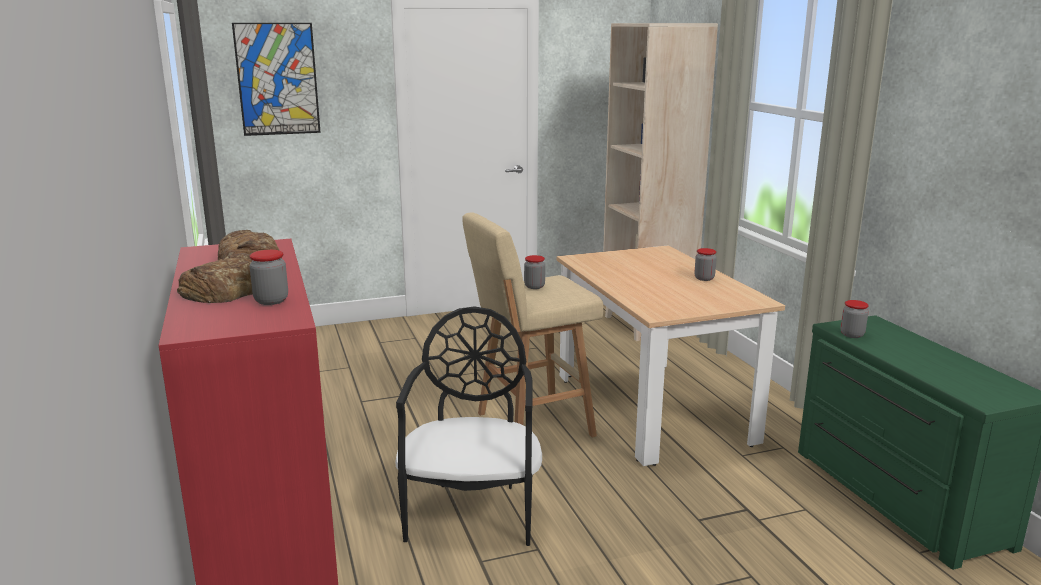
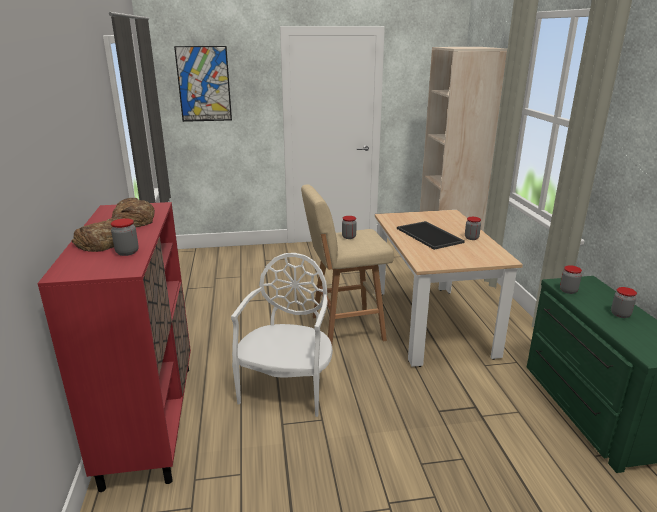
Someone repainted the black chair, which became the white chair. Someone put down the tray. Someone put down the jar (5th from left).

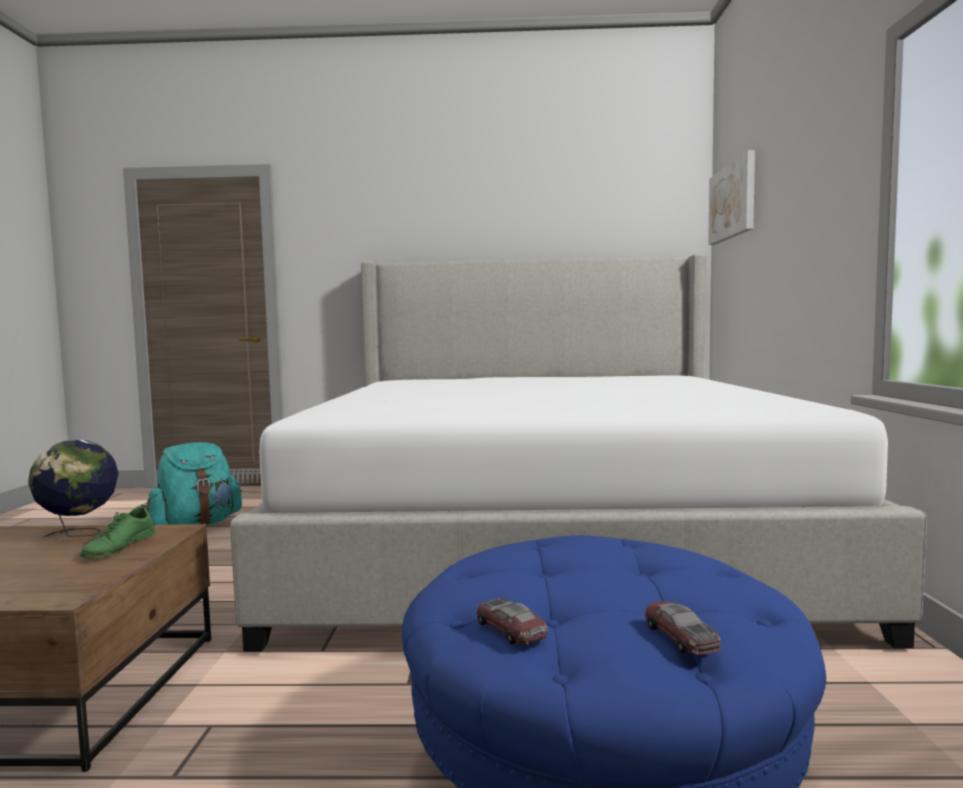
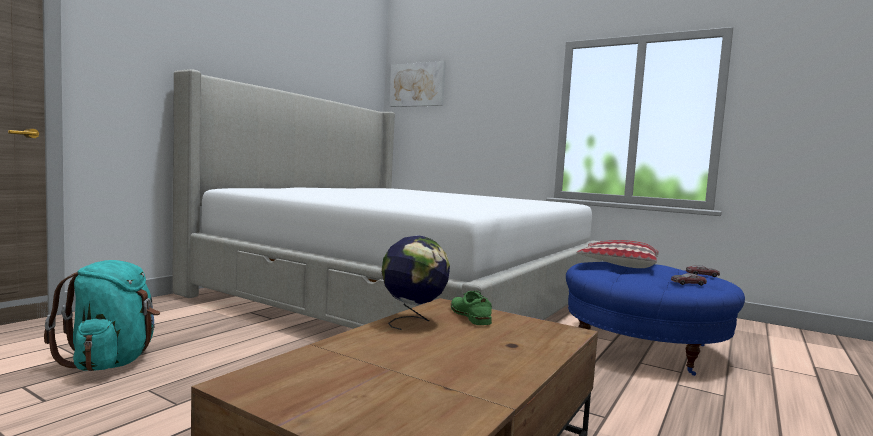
Someone rotated the green shoe by 150 degrees counterclockwise. Someone put down the pillow.

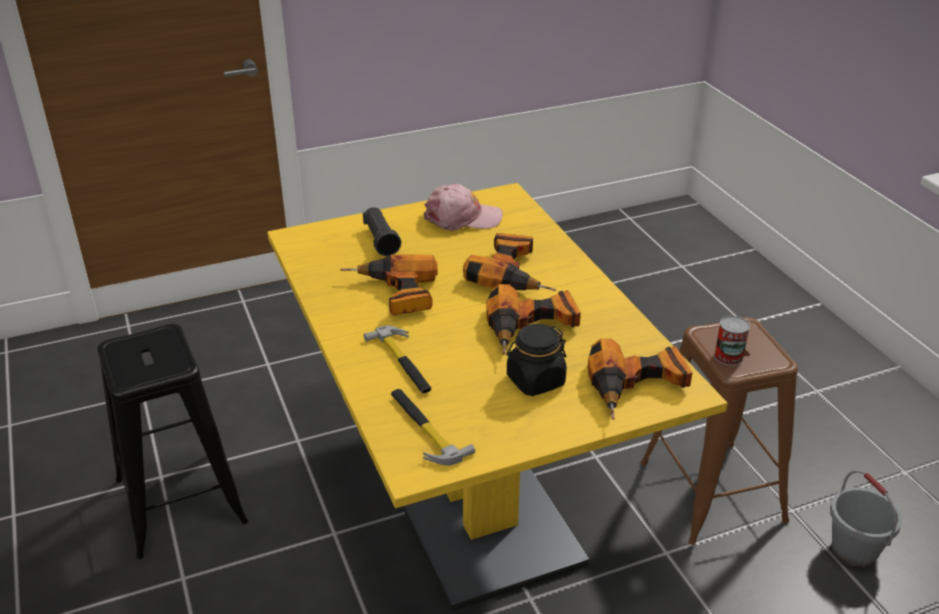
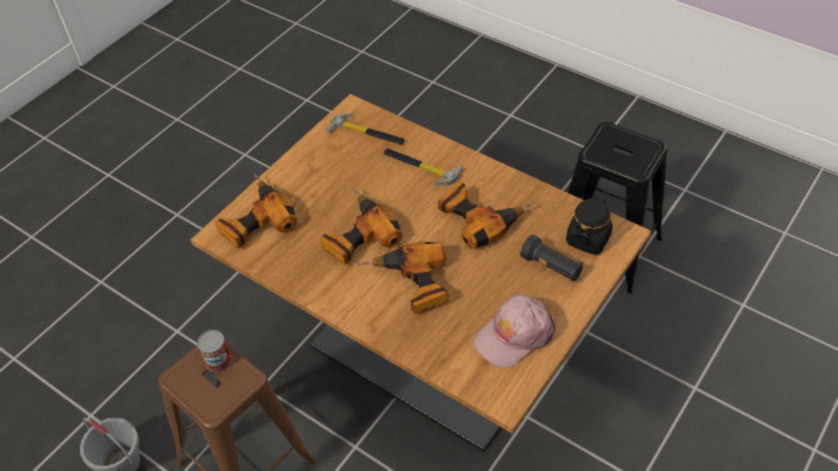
Someone repainted the yellow dining table, which became the brown dining table. Someone carried the black jar.

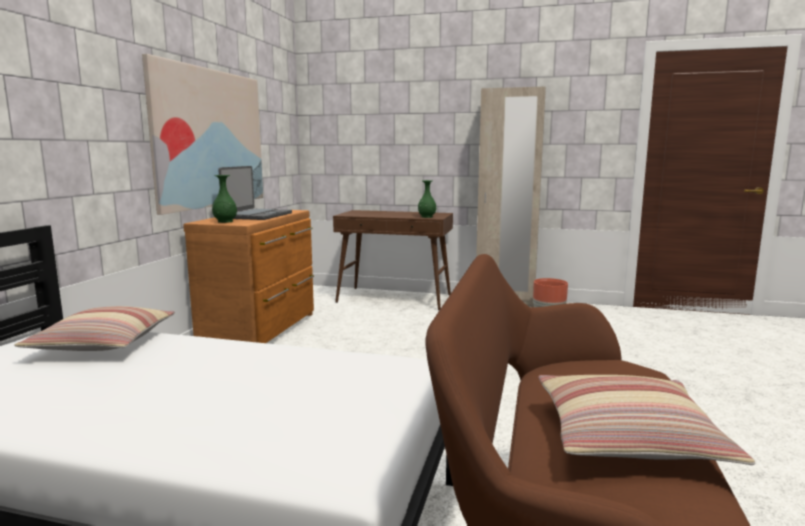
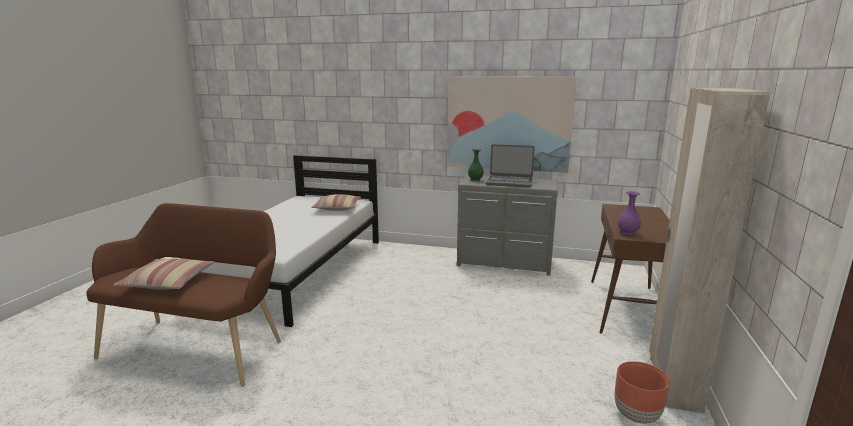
Someone repainted the brown dresser, which became the grey dresser. Someone repainted the green vase (2nd from left), which became the purple vase.

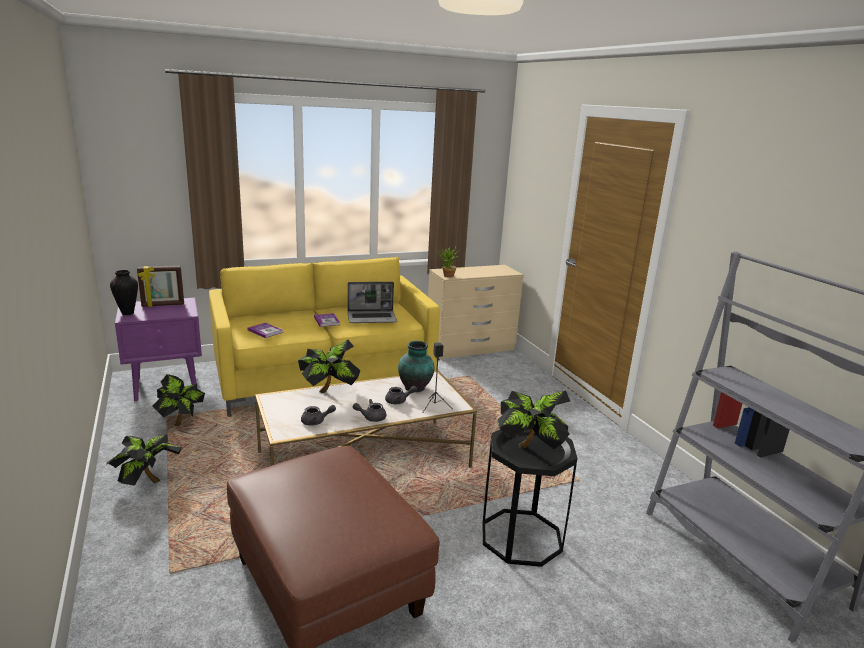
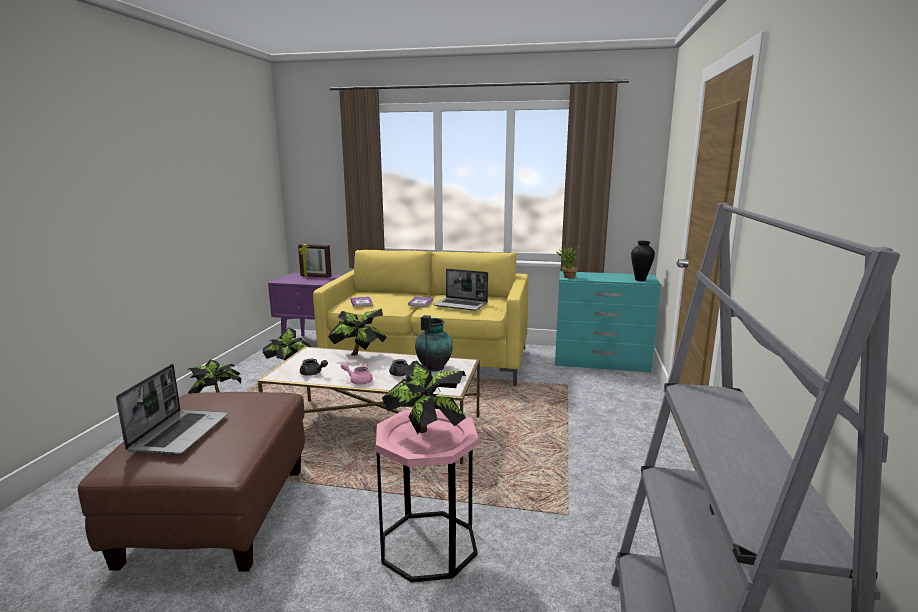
Someone carried the vase (1st from left in the first image). Someone repainted the grey teapot (2nd from left), which became the pink teapot. Someone repainted the beige dresser, which became the turquoise dresser. Someone repainted the black side table, which became the pink side table. Someone put down the laptop (1st from left).

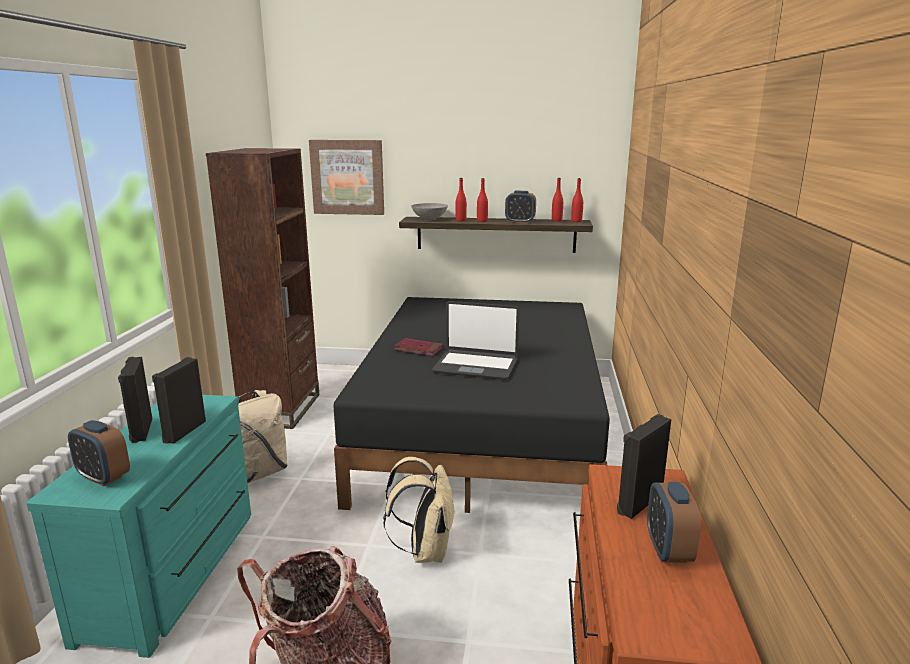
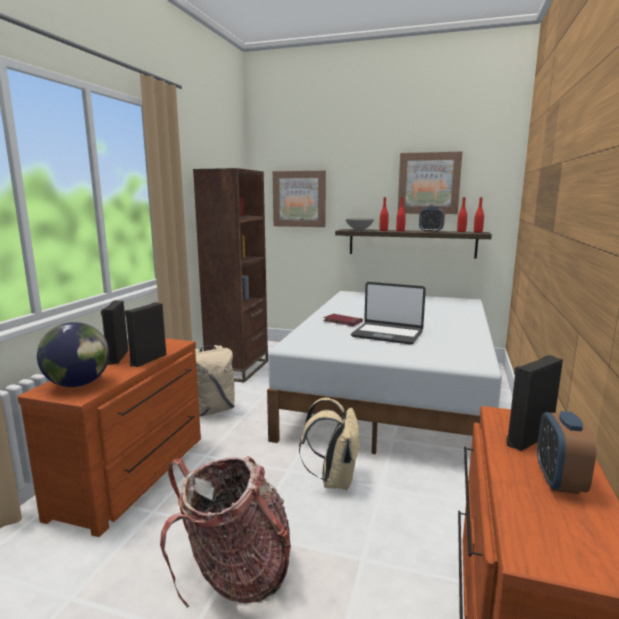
Someone repainted the turquoise dresser, which became the brown dresser (1st from left). Someone swapped the alarm clock (1st from left) for the globe. Someone repainted the black bed, which became the white bed. Someone put up the picture (2nd from left).

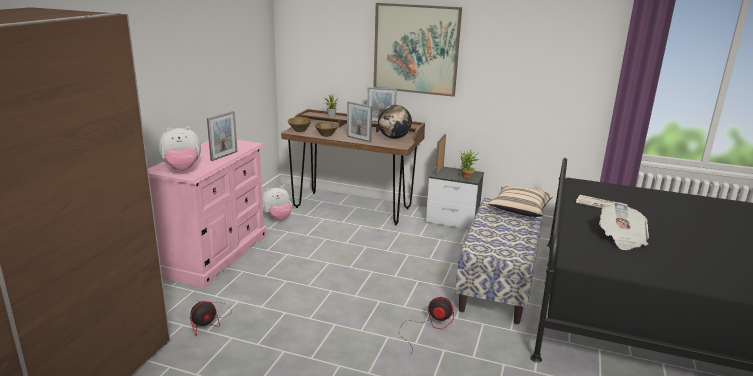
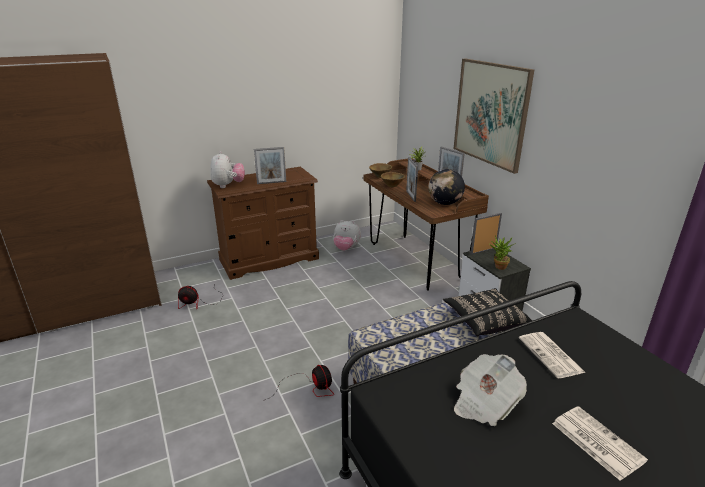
Someone repainted the pink dresser, which became the brown dresser. Someone rotated the plush toy (1st from left) by 120 degrees counterclockwise. Someone repainted the beige pillow, which became the black pillow. Someone put down the newspaper (3rd from left).

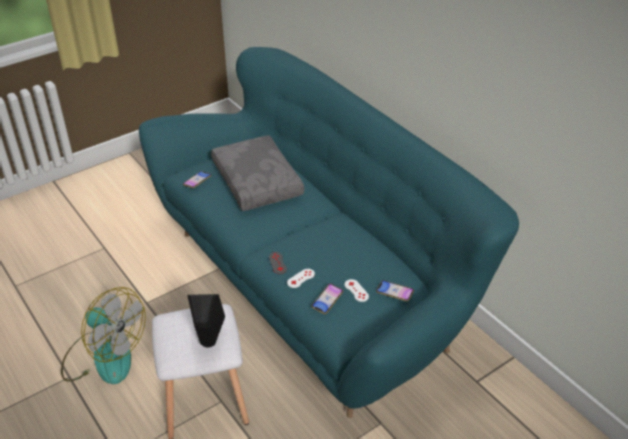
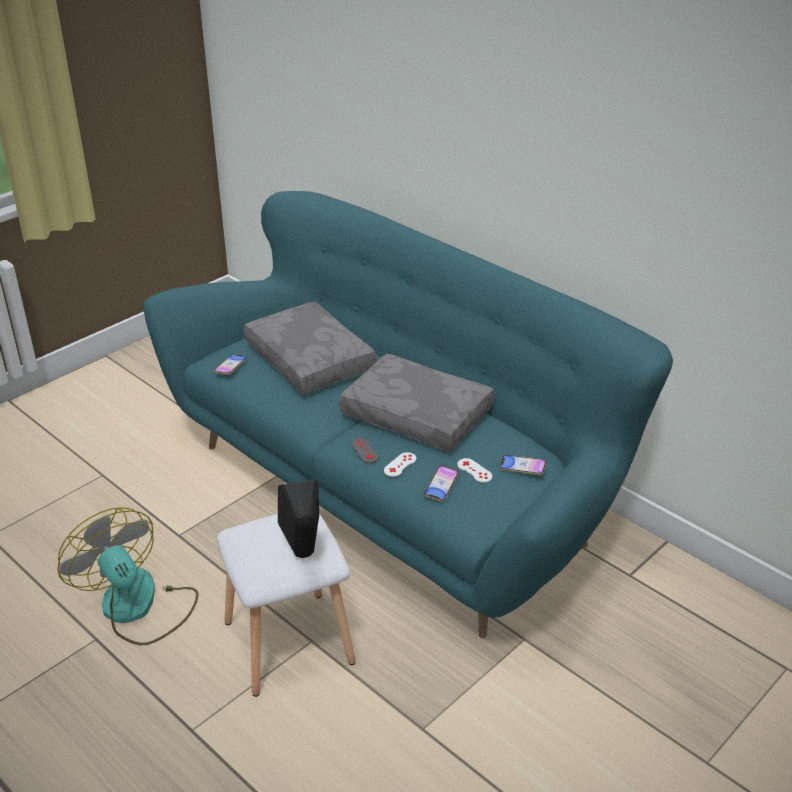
Someone rotated the fan by 150 degrees counterclockwise. Someone put down the grey pillow (2nd from left).

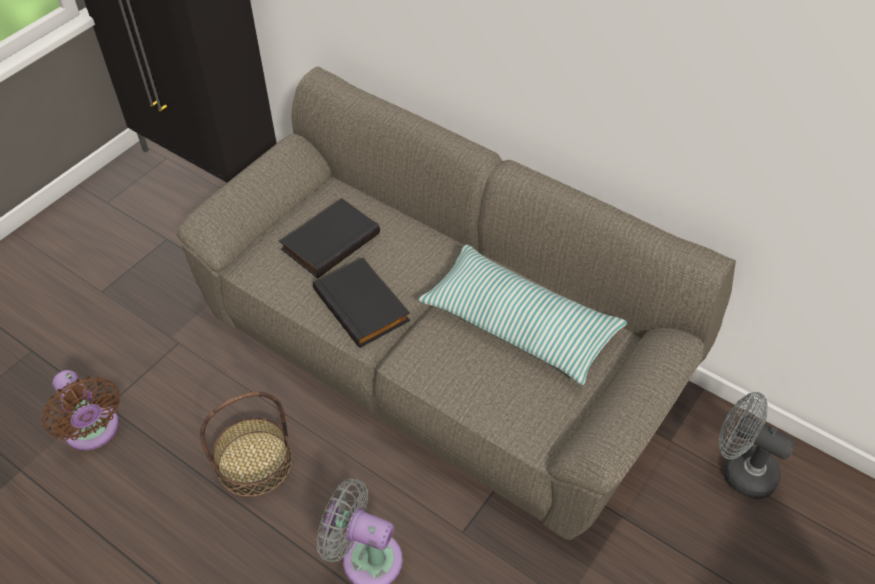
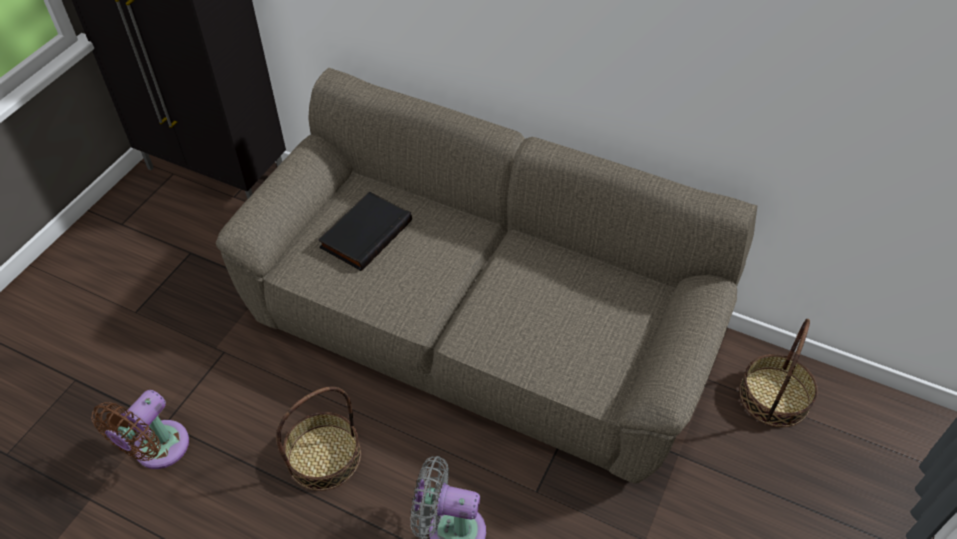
Someone rotated the brown fan by 75 degrees clockwise. Someone took away the black book (2nd from left). Someone took away the pillow. Someone swapped the grey fan (2nd from left) for the basket (2nd from left).

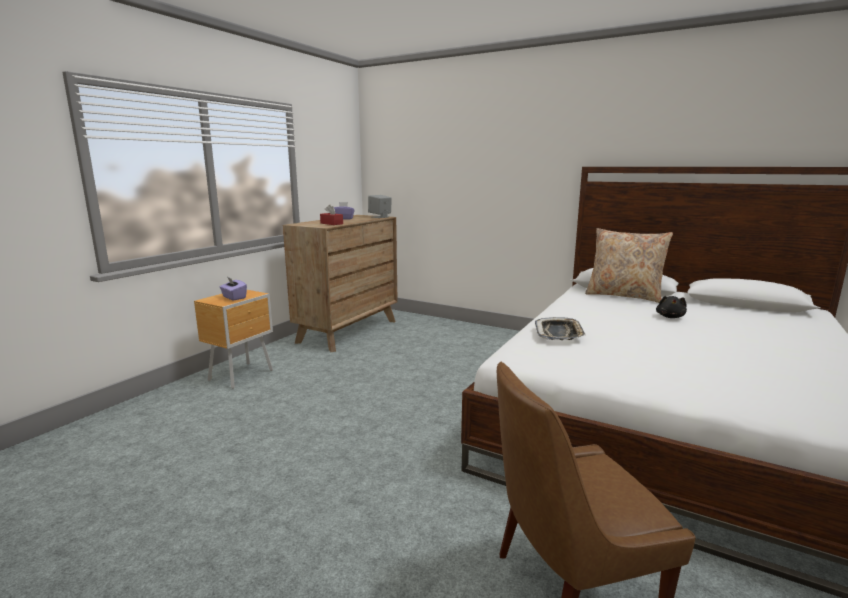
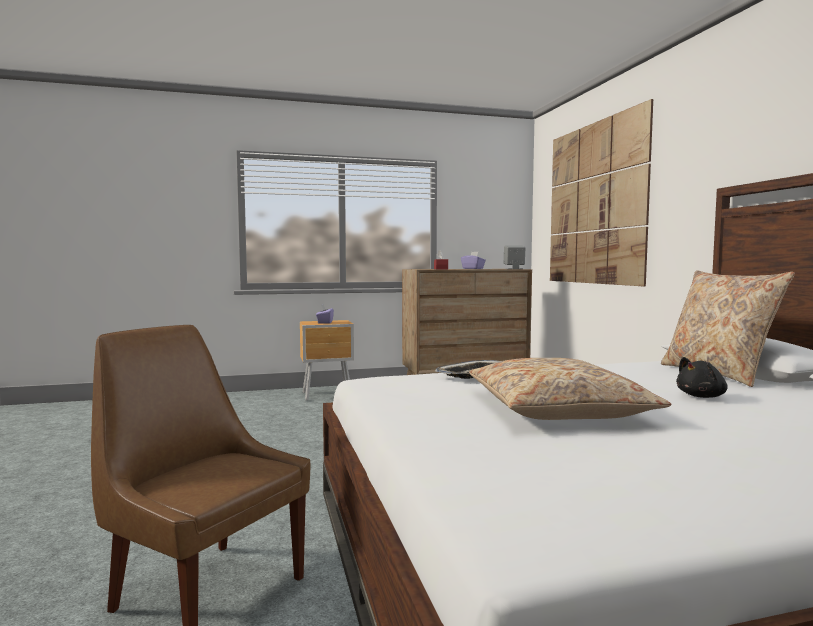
Someone put down the beige pillow (1st from left). Someone put up the picture.

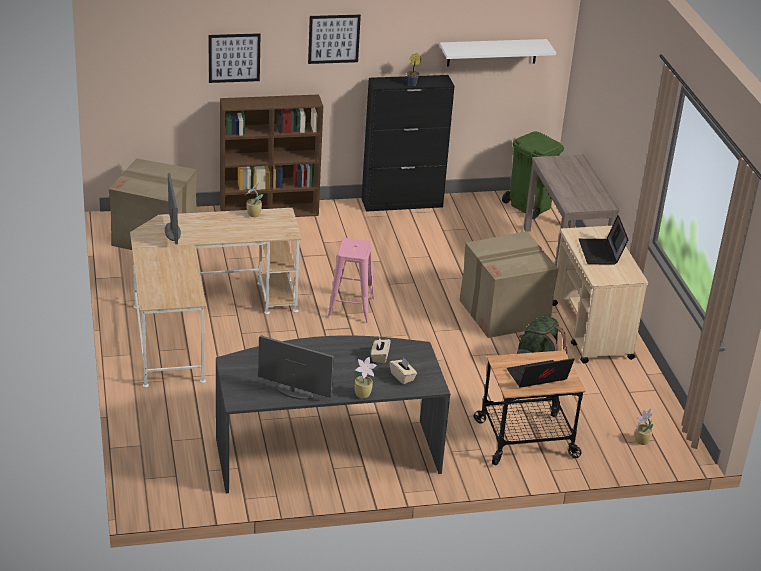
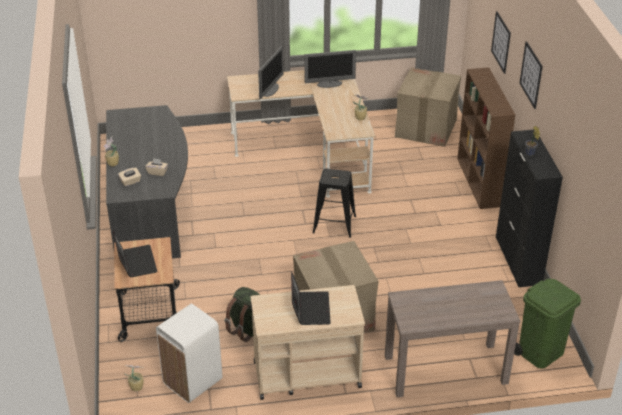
Someone carried the monitor (2nd from left in the first image). Someone repainted the pink stool, which became the black stool. Someone took away the white shelf. Someone rotated the laptop (2nd from left) by 90 degrees clockwise. Someone put down the white trash can.

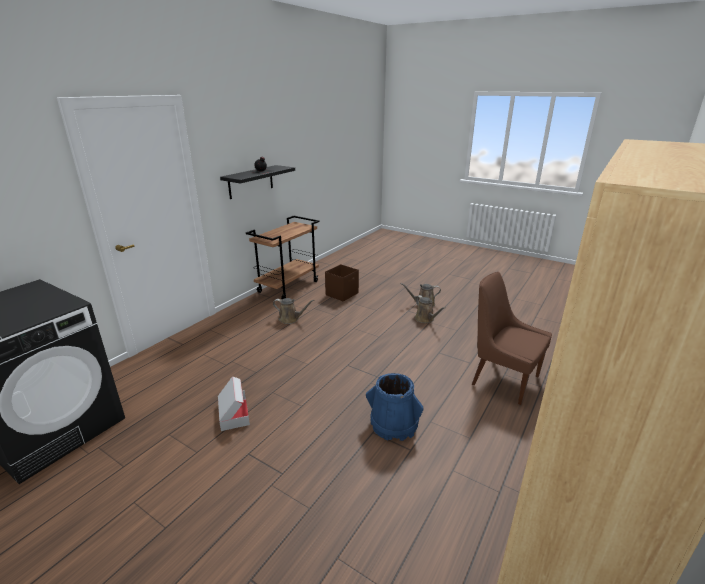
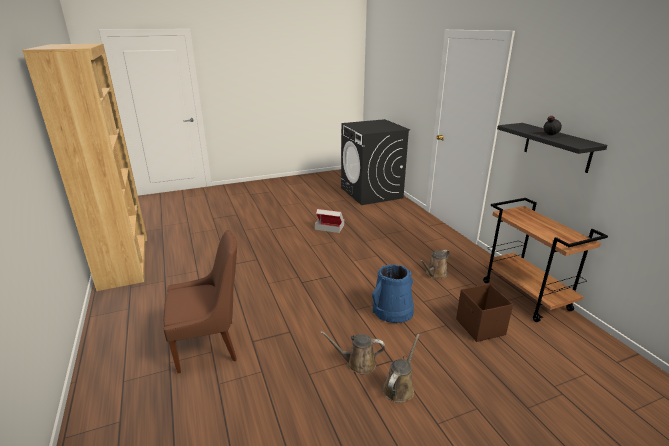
Someone carried the blue bucket.

